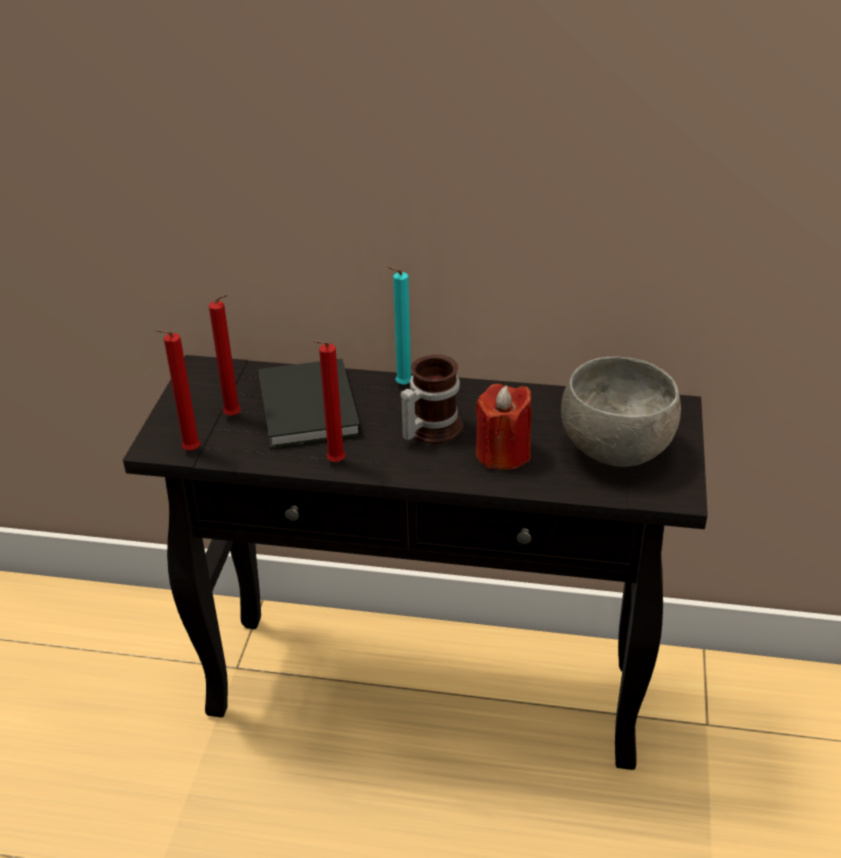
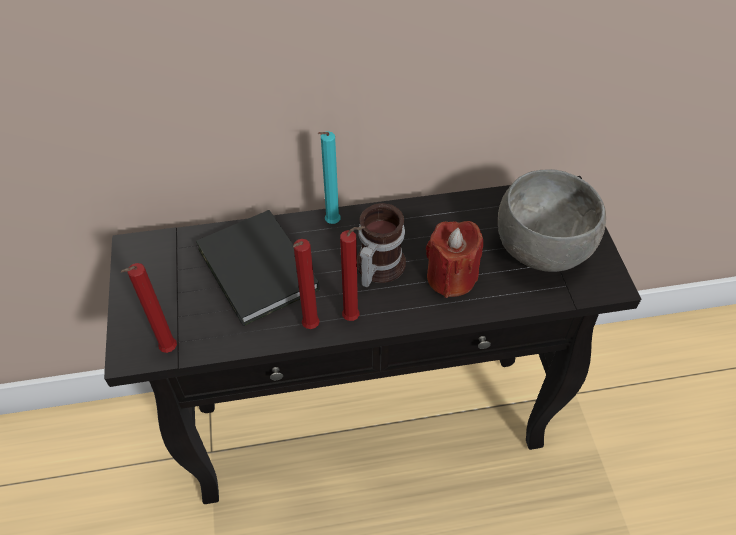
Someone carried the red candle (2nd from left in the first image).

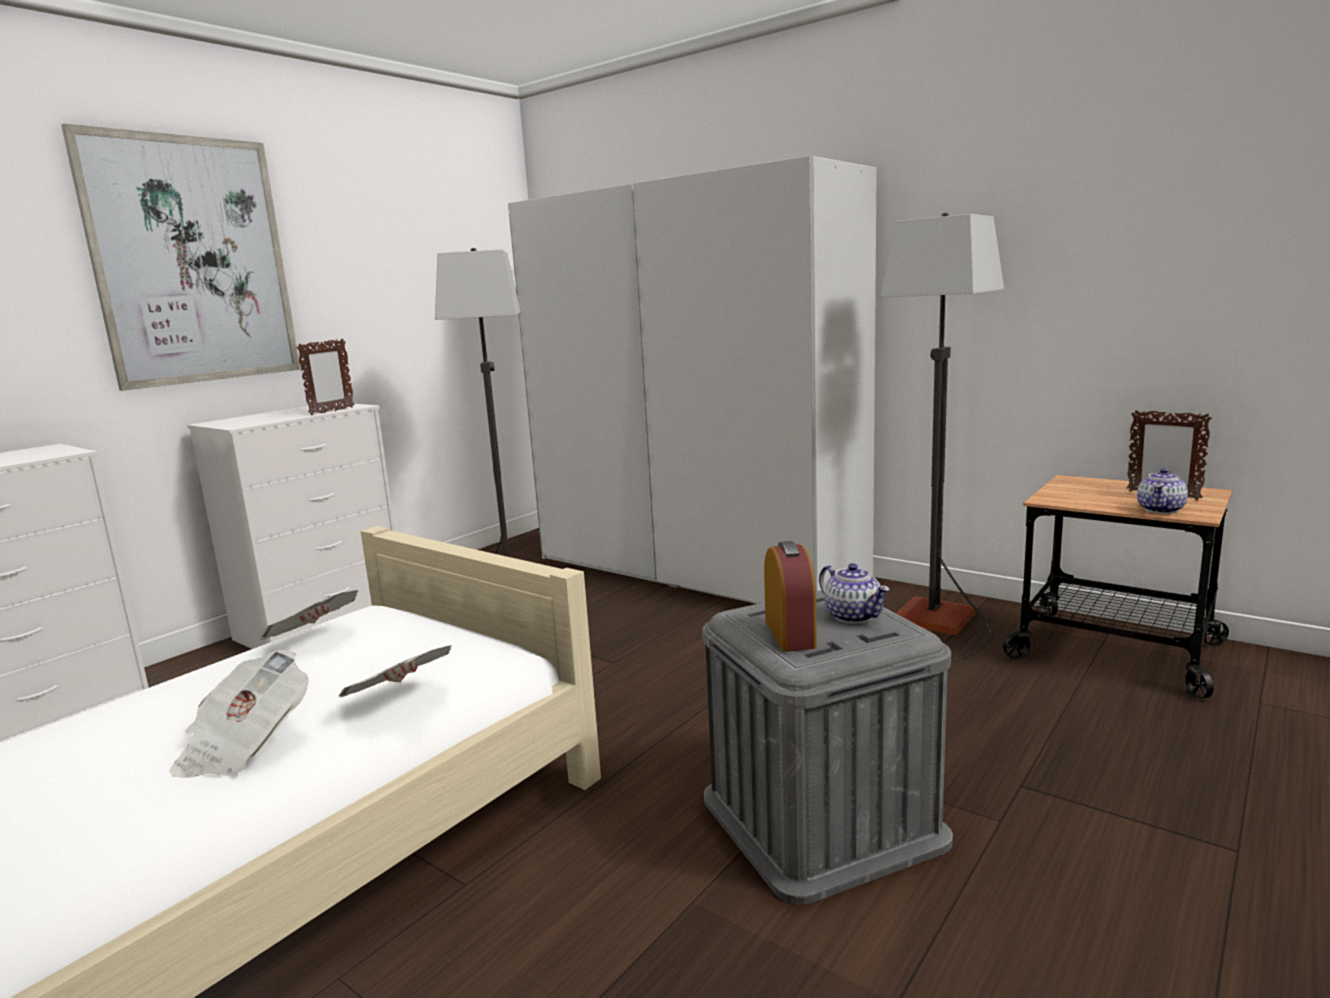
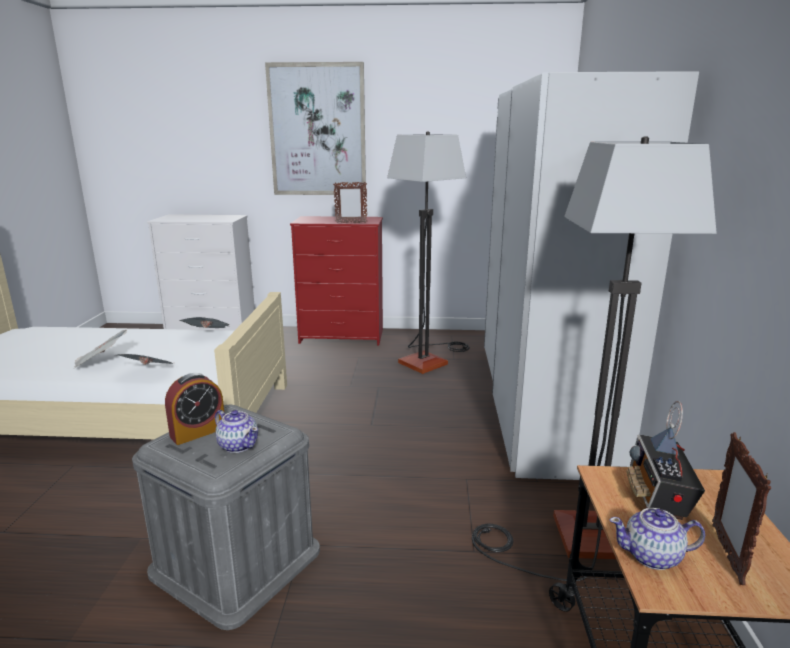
Someone repainted the white dresser (2nd from left), which became the red dresser. Someone rotated the teapot (1st from left) by 75 degrees counterclockwise. Someone put down the radio.

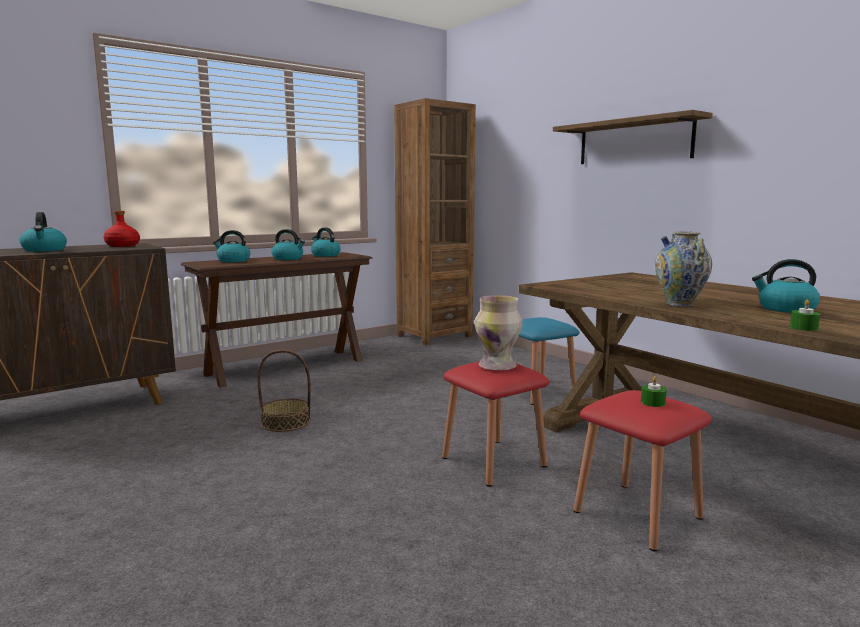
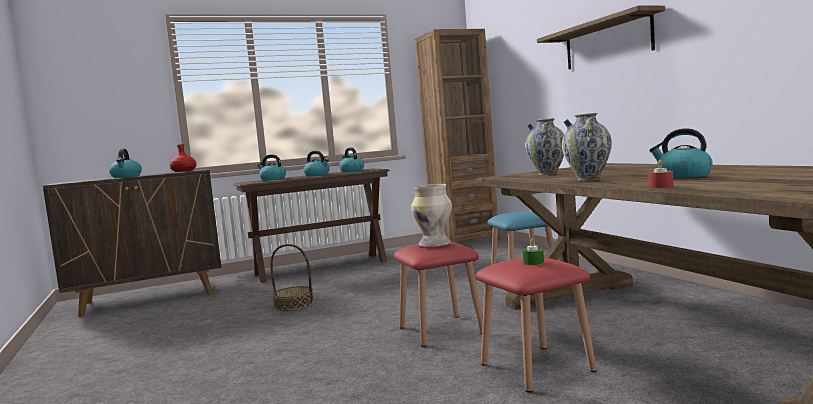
Someone repainted the green candle (2nd from left), which became the red candle. Someone put down the vase (2nd from left).

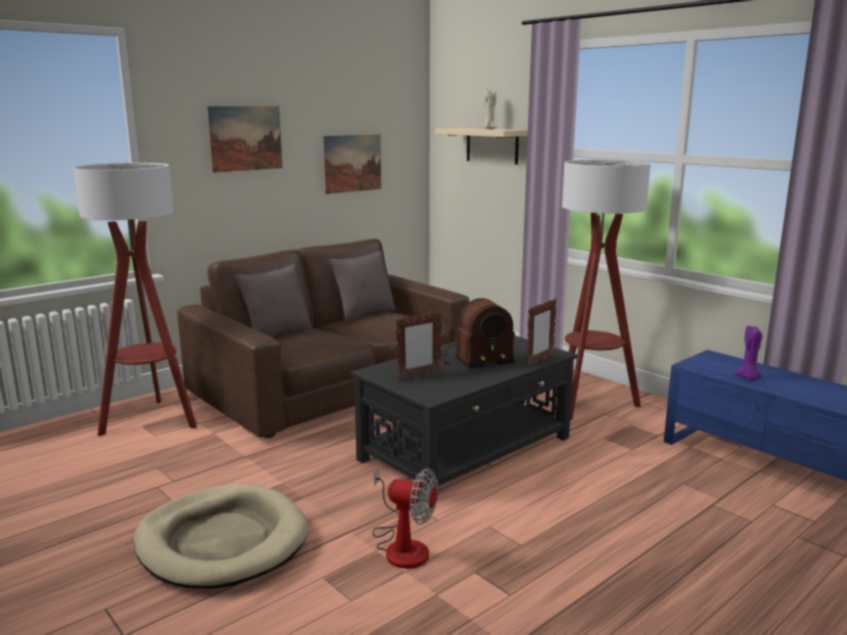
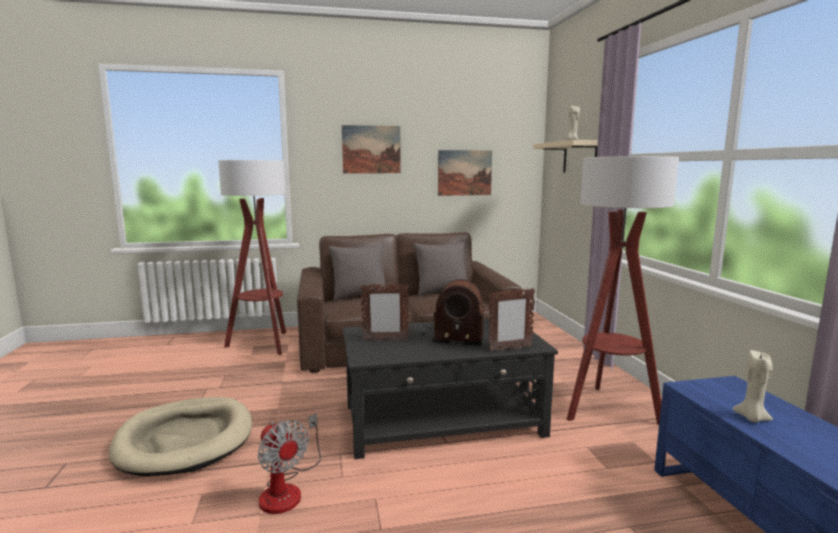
Someone repainted the purple candle, which became the beige candle (2nd from left).

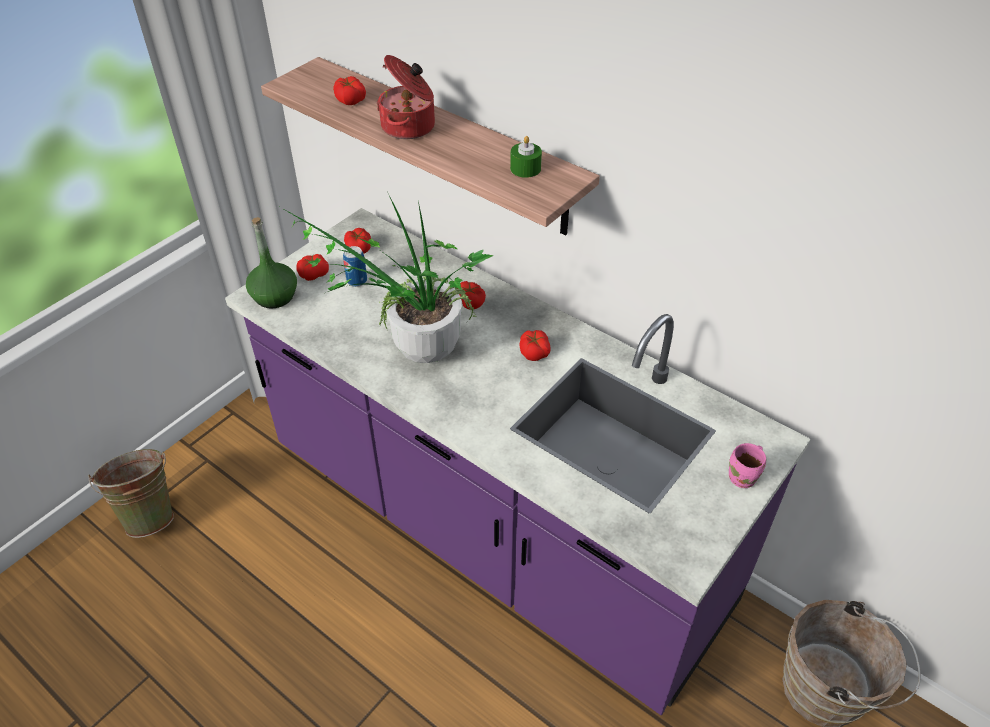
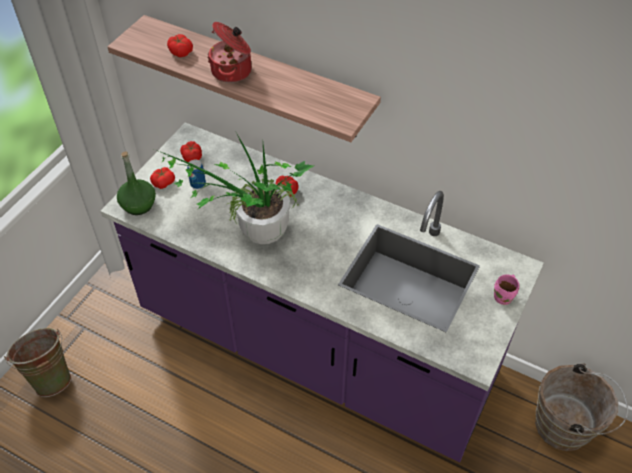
Someone took away the green candle. Someone took away the tomato (5th from left).

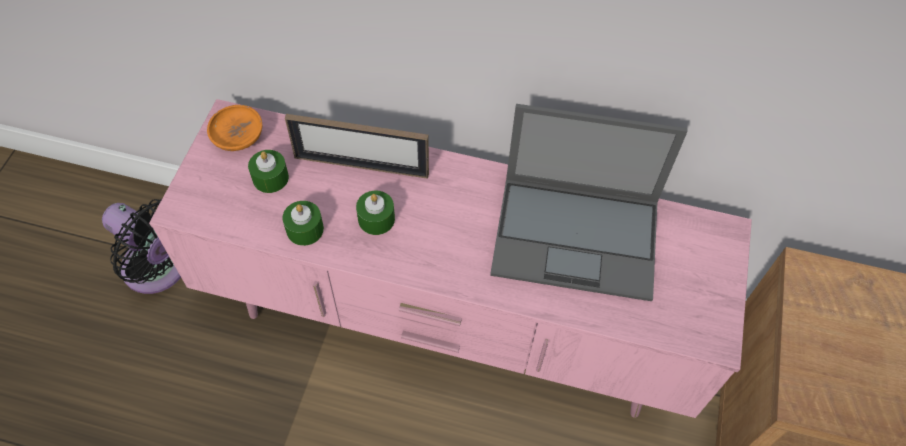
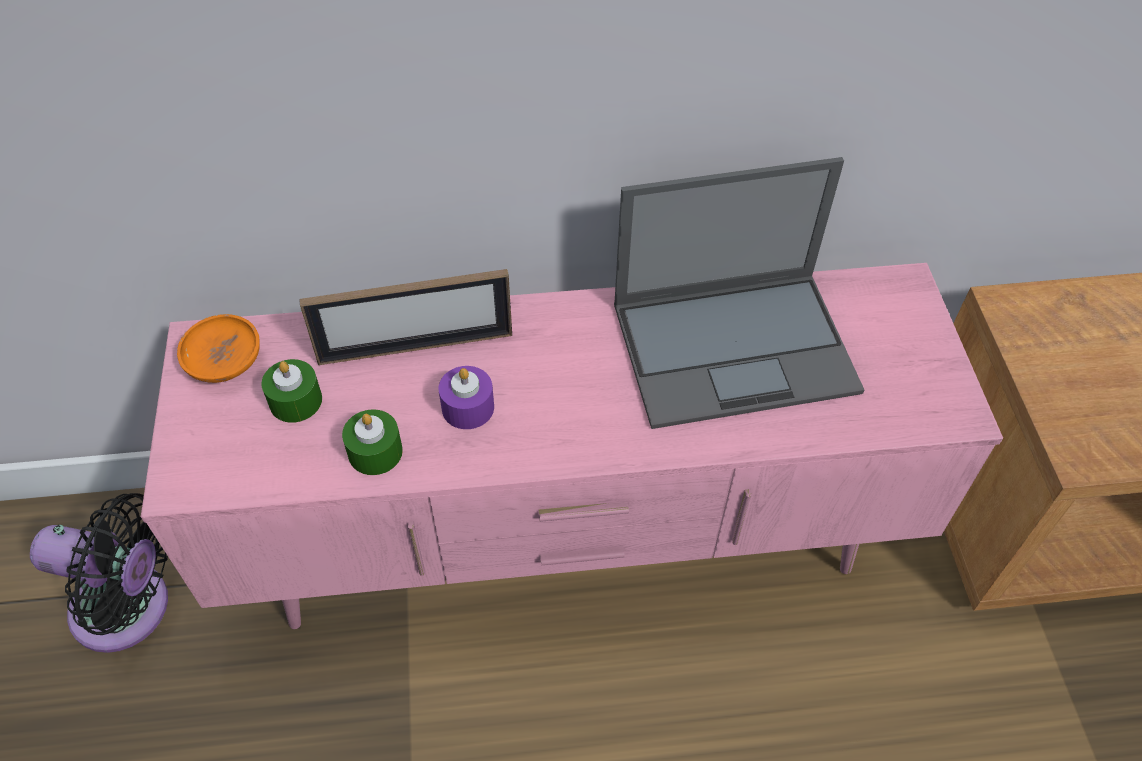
Someone repainted the green candle (3rd from left), which became the purple candle.

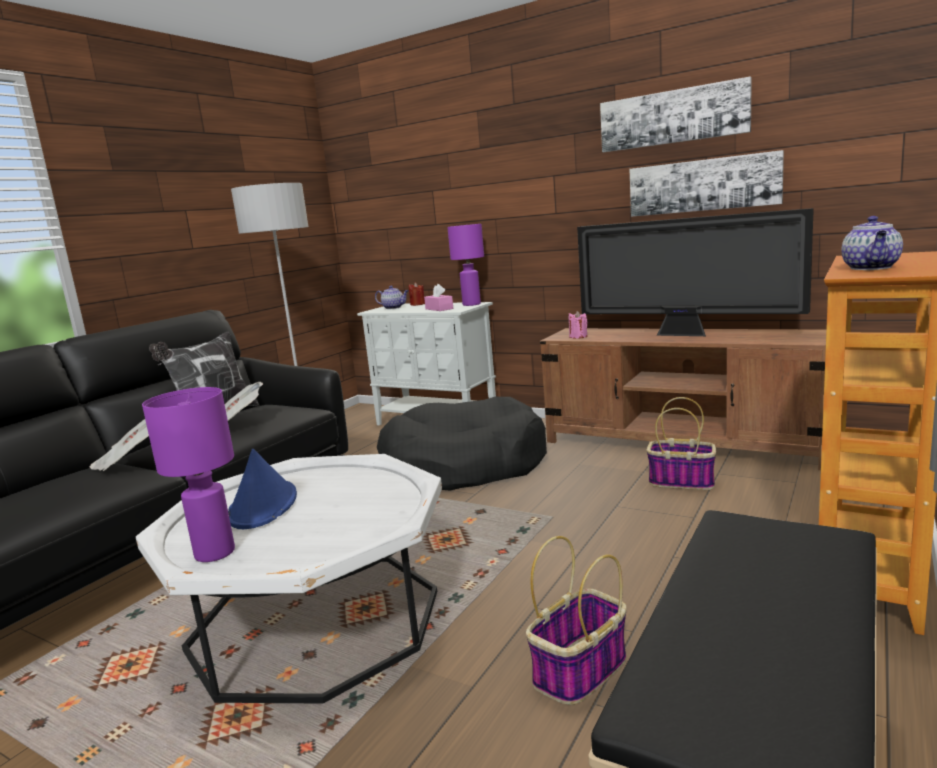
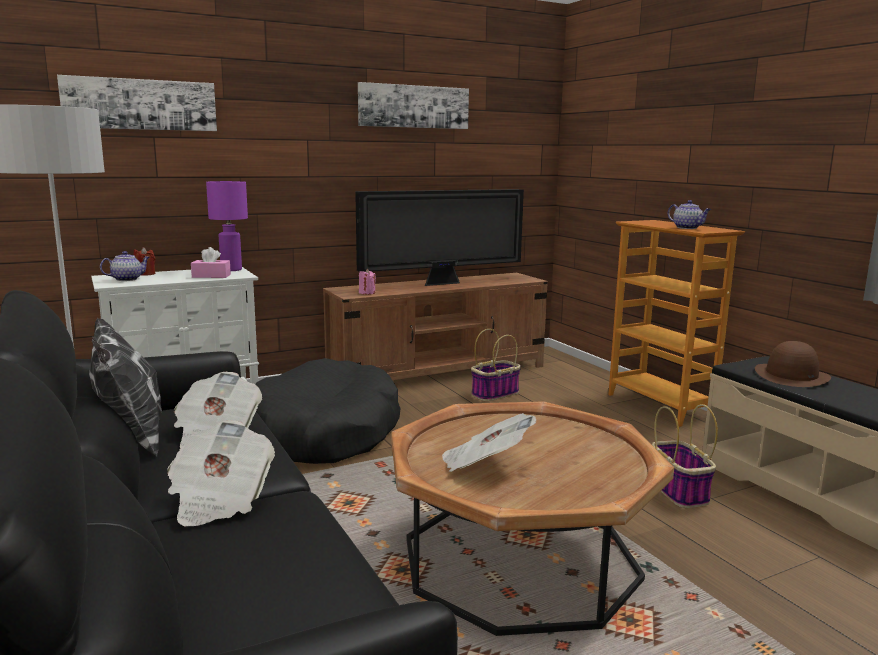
Someone repainted the white coffee table, which became the brown coffee table. Someone took away the purple table lamp (1st from left). Someone swapped the blue hat for the newspaper (3rd from left). Someone carried the picture (2nd from left in the first image). Someone put down the brown hat.

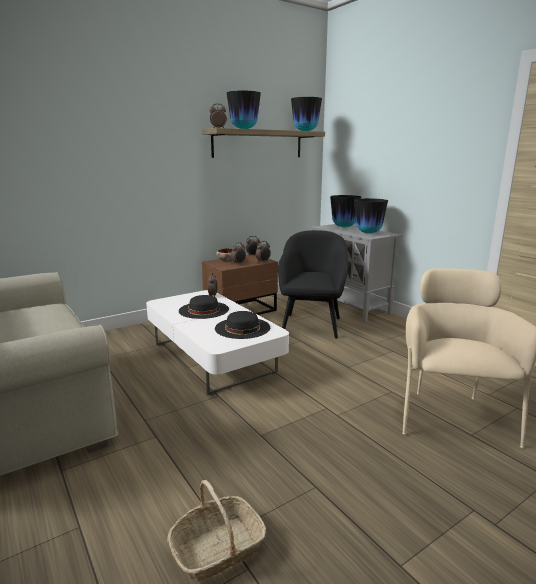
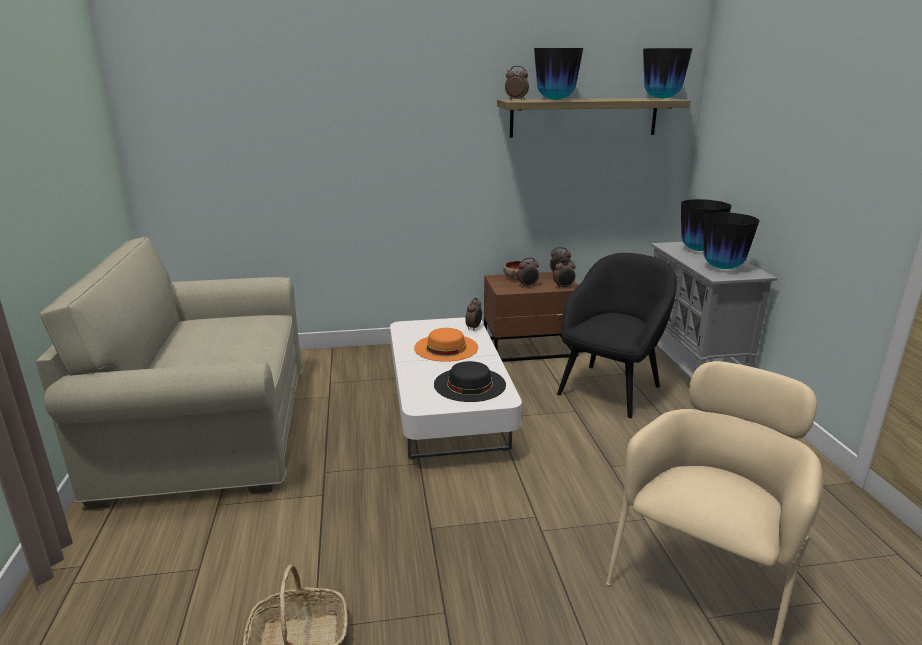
Someone repainted the black hat (1st from left), which became the orange hat.

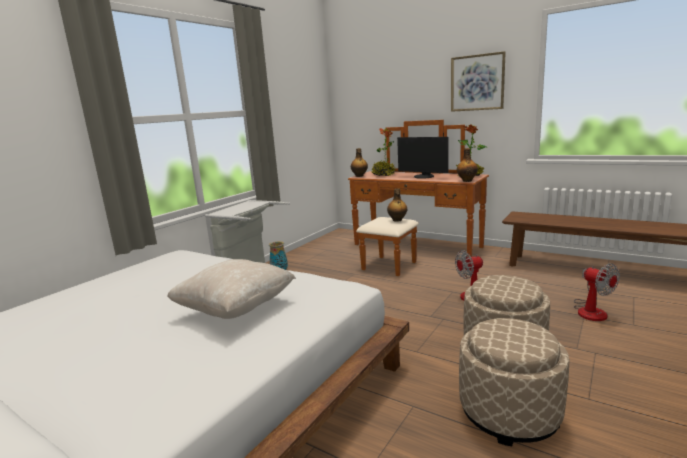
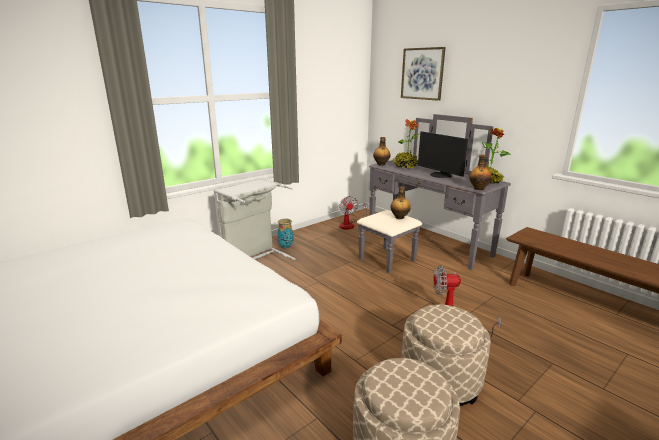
Someone took away the beige pillow. Someone repainted the brown dresser, which became the grey dresser. Someone carried the picture. Someone carried the fan (2nd from left in the first image).

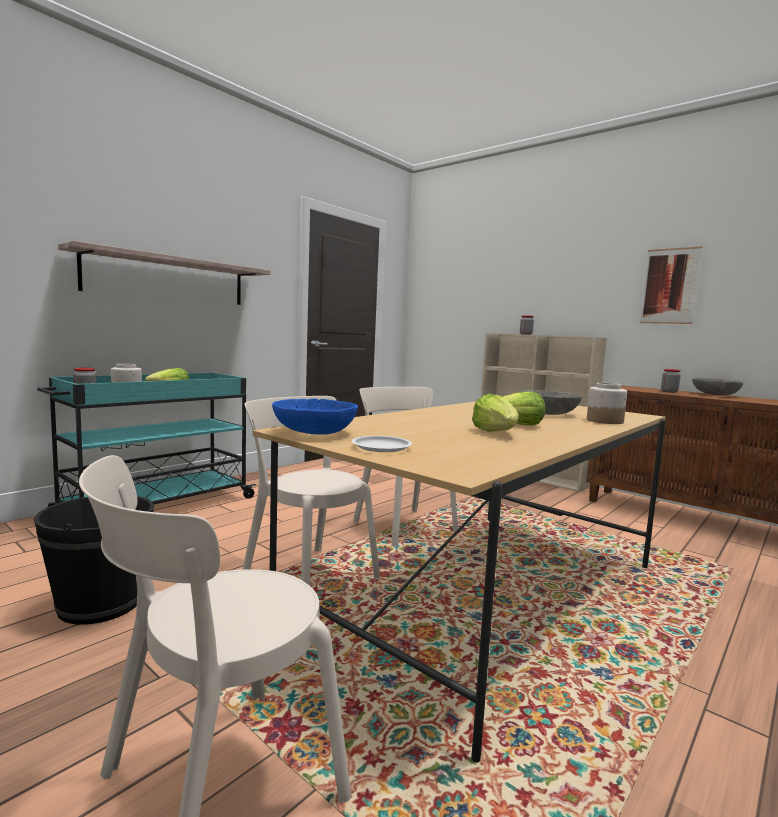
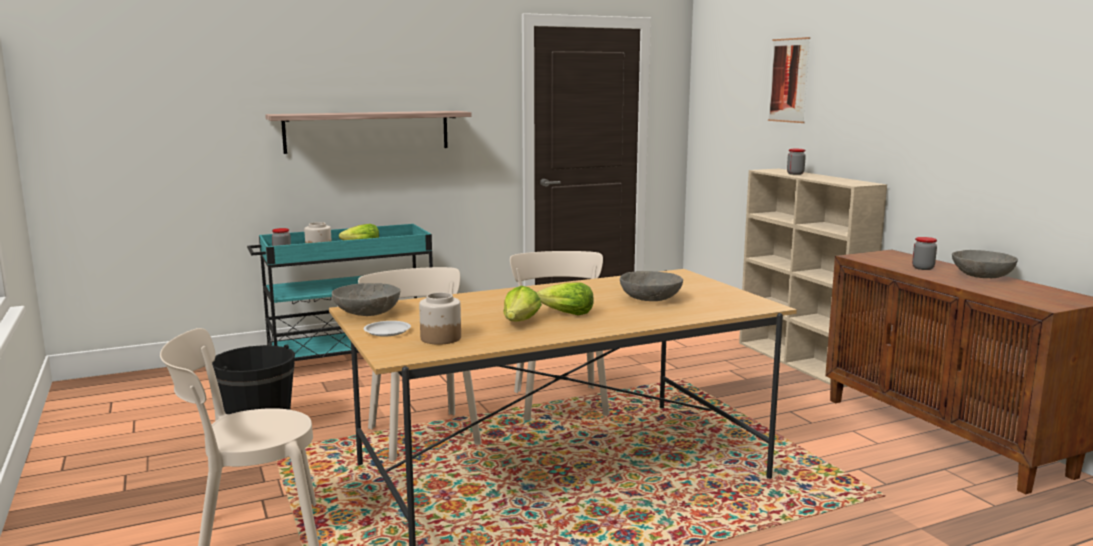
Someone repainted the blue bowl, which became the grey bowl (1st from left). Someone carried the jar (4th from left in the first image). Someone carried the picture.

